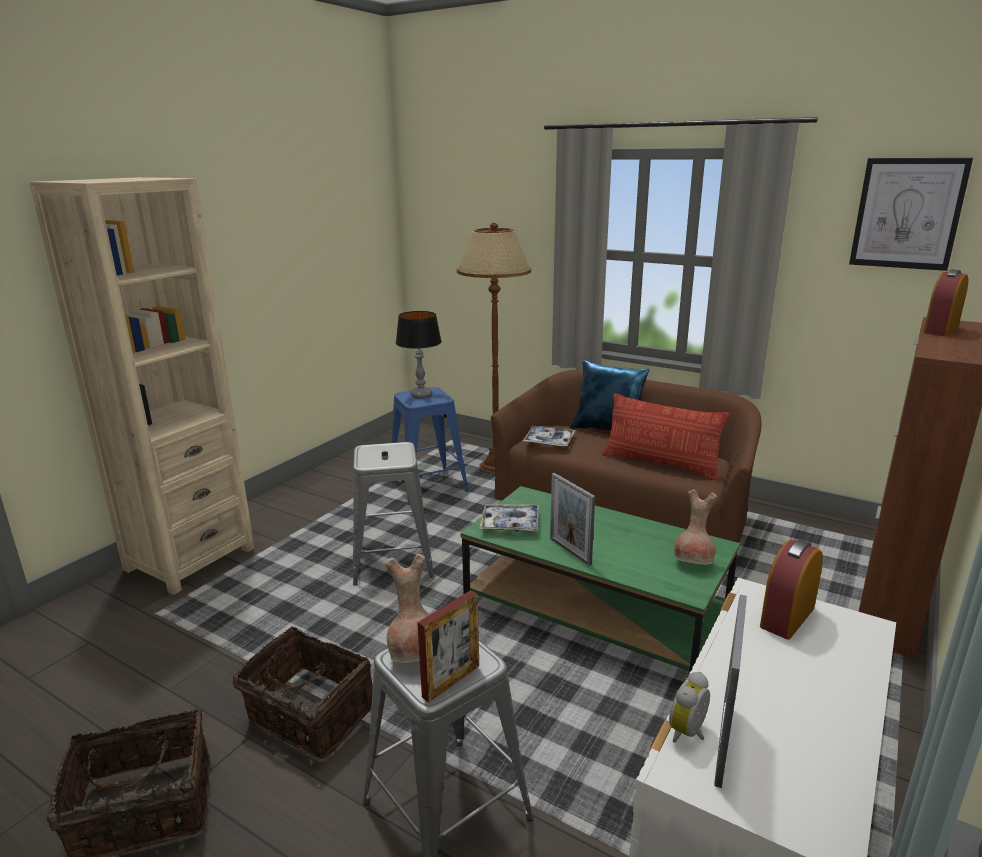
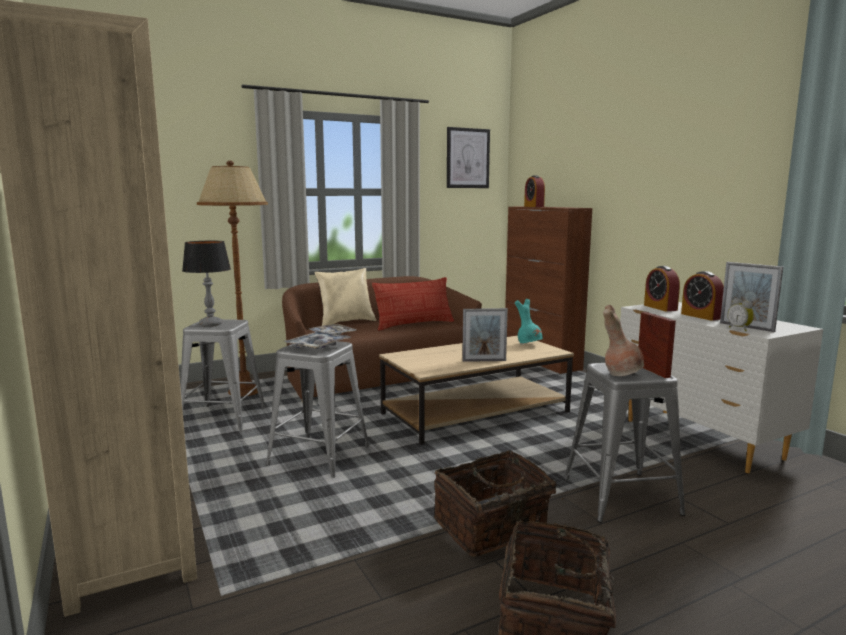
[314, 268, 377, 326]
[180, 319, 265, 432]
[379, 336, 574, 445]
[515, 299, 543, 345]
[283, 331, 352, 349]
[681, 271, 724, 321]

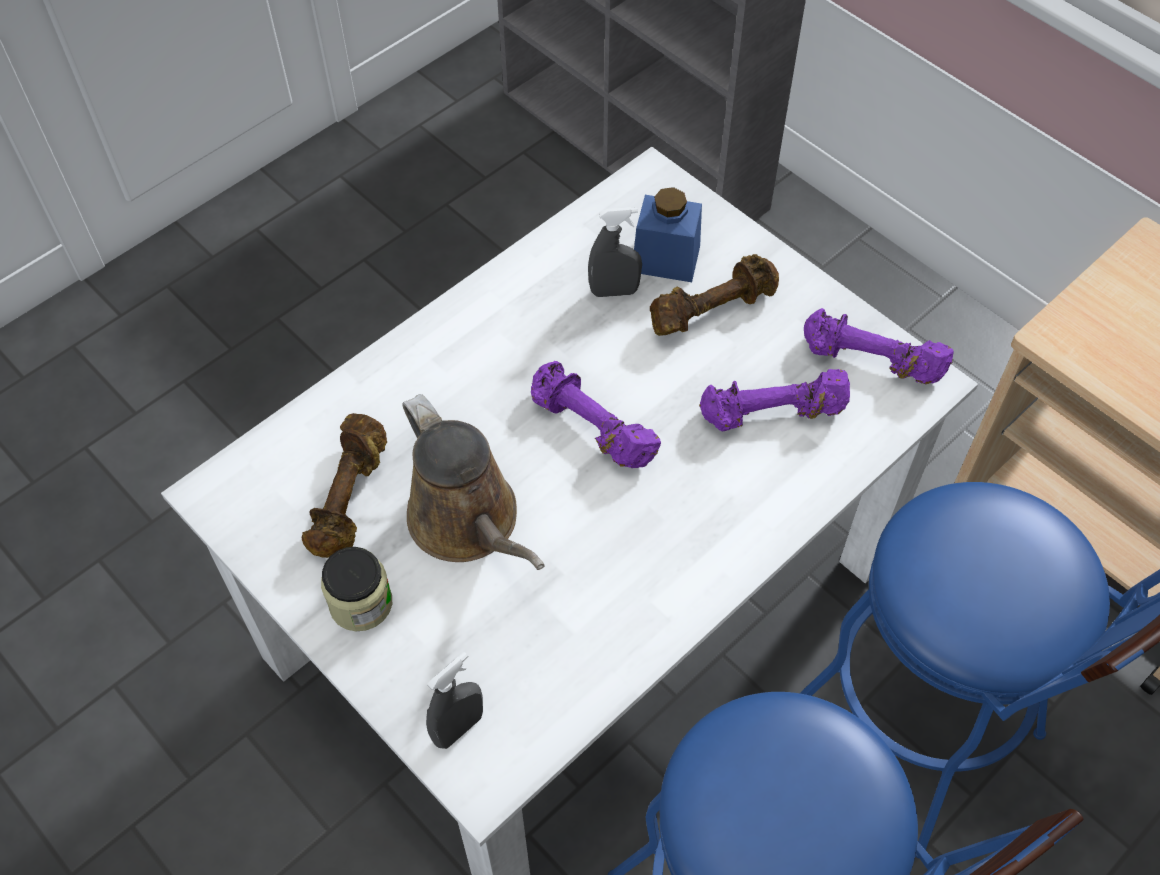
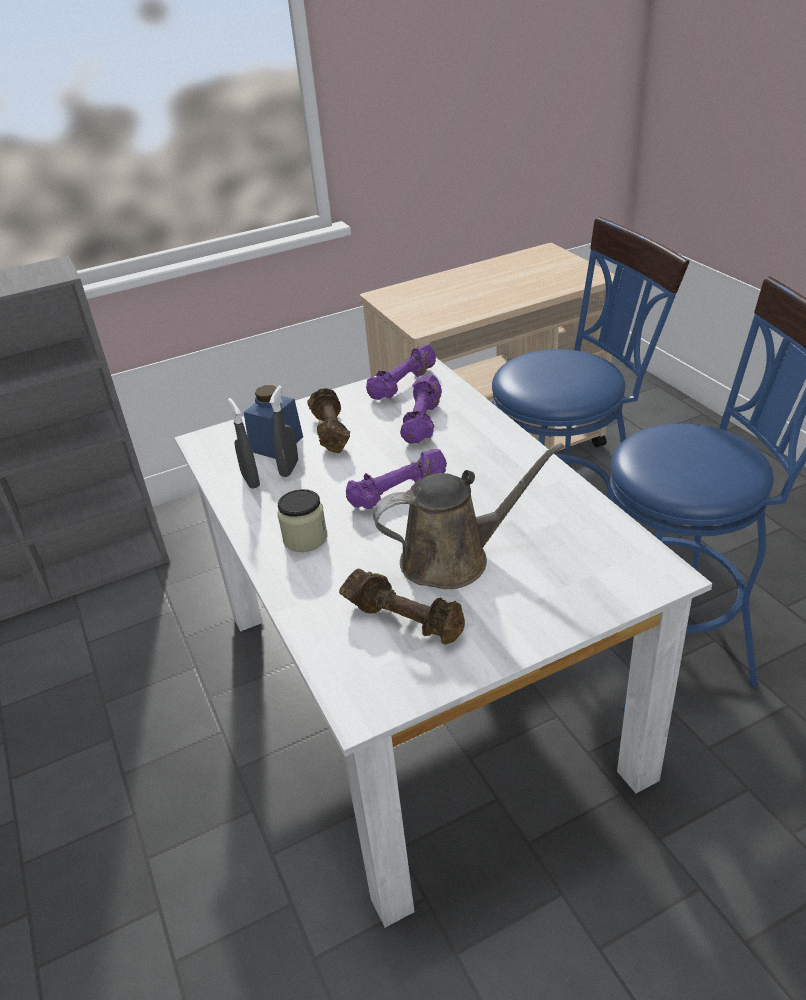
[278, 489, 327, 552]
[228, 398, 260, 489]

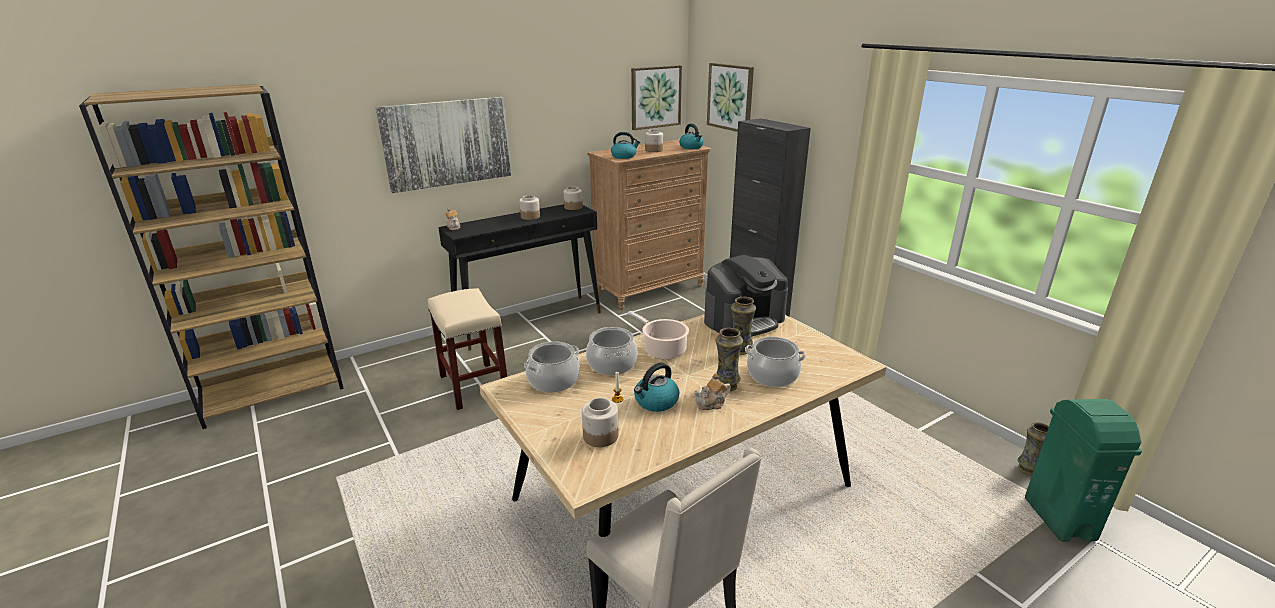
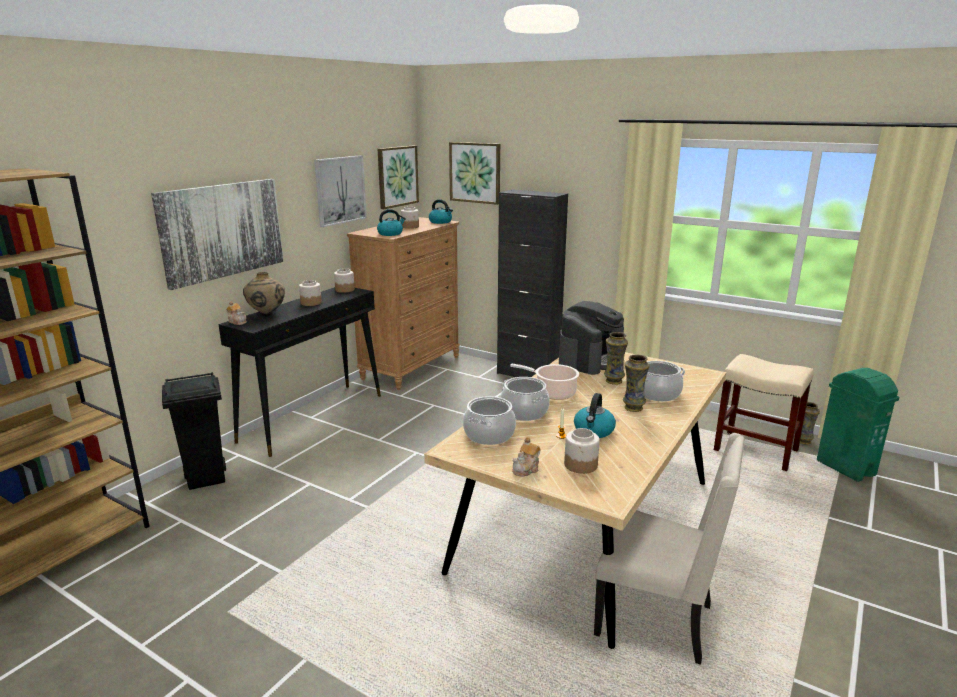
[714, 354, 814, 472]
[512, 437, 541, 477]
[314, 155, 367, 227]
[243, 272, 285, 314]
[162, 372, 226, 490]

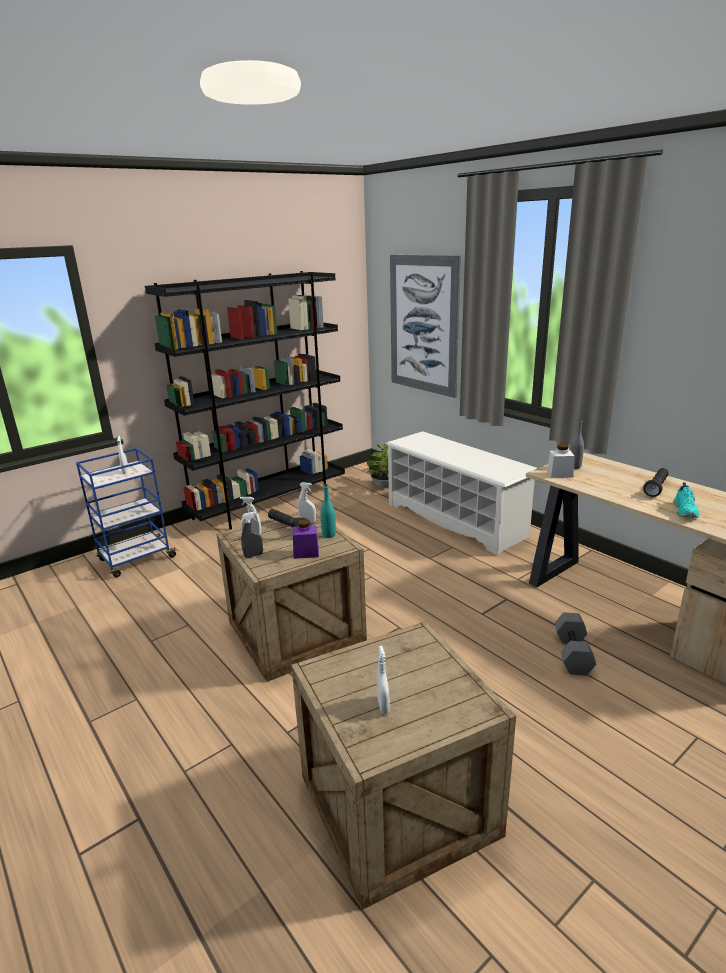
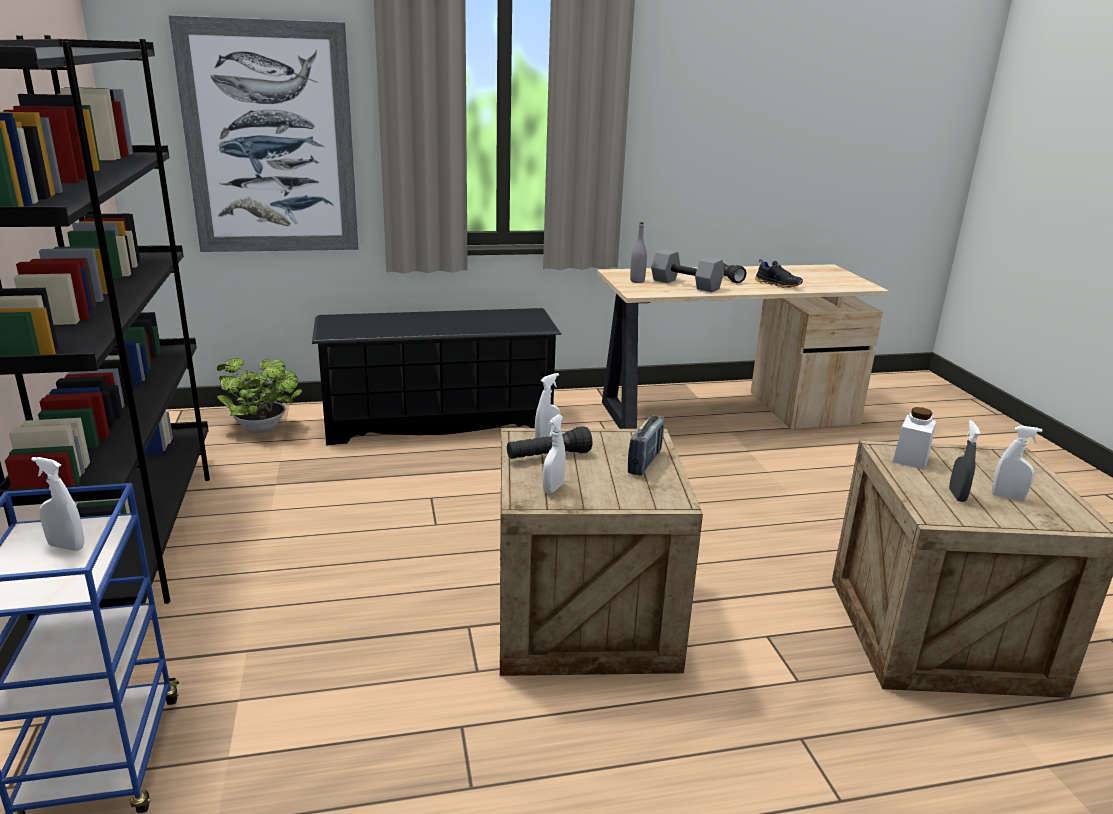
[312, 308, 561, 445]
[893, 407, 936, 470]
[755, 259, 803, 288]
[320, 484, 336, 538] (first image)
[949, 420, 980, 502]
[628, 415, 664, 476]
[651, 249, 724, 292]

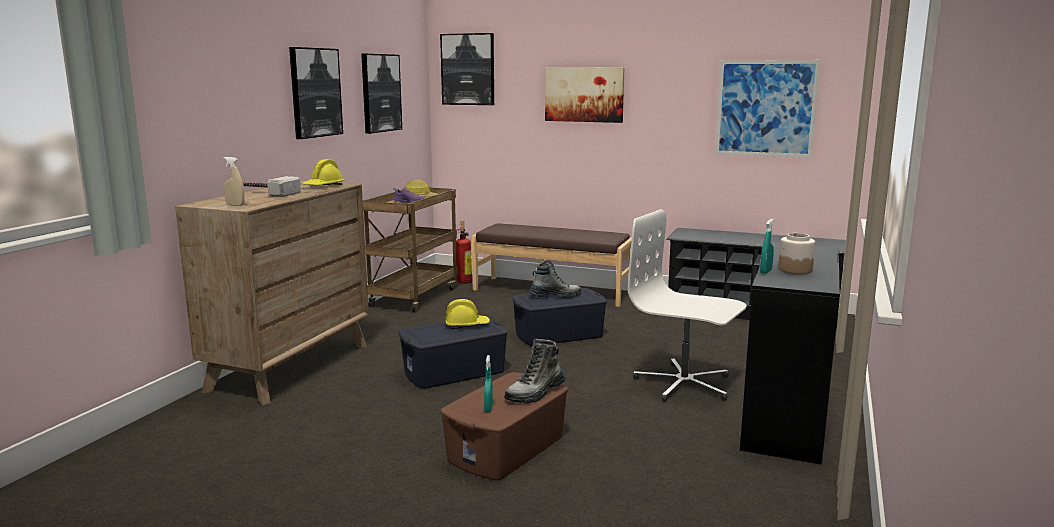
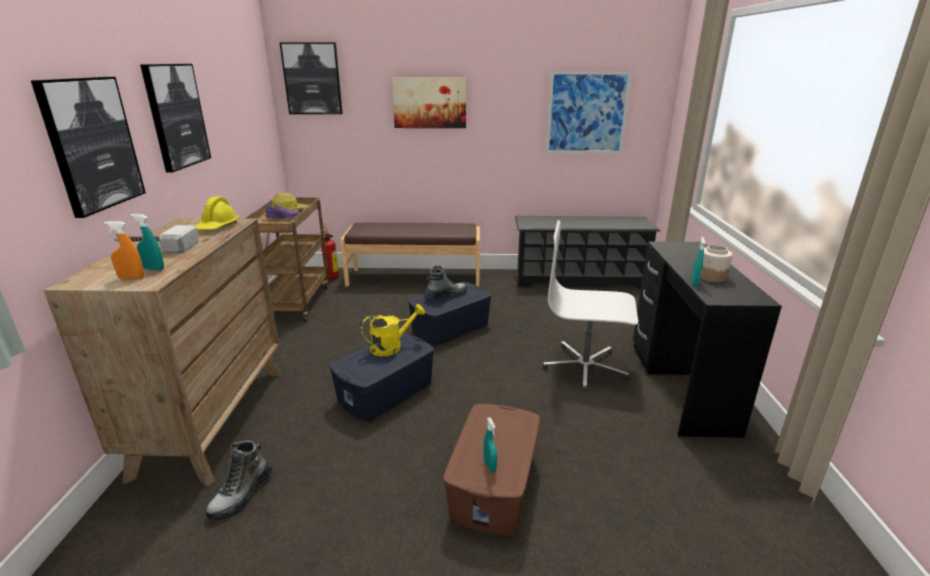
[31, 77, 146, 218]
[104, 221, 144, 279]
[361, 304, 425, 356]
[206, 440, 272, 520]
[131, 214, 164, 271]

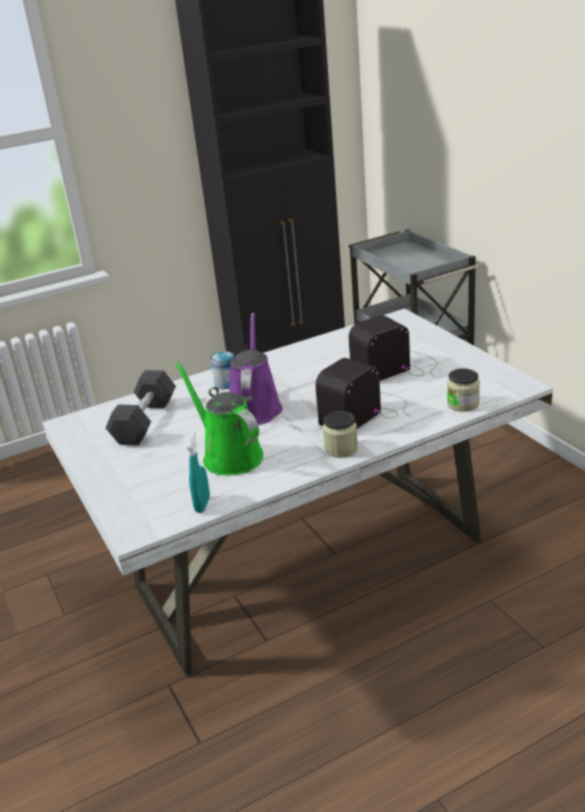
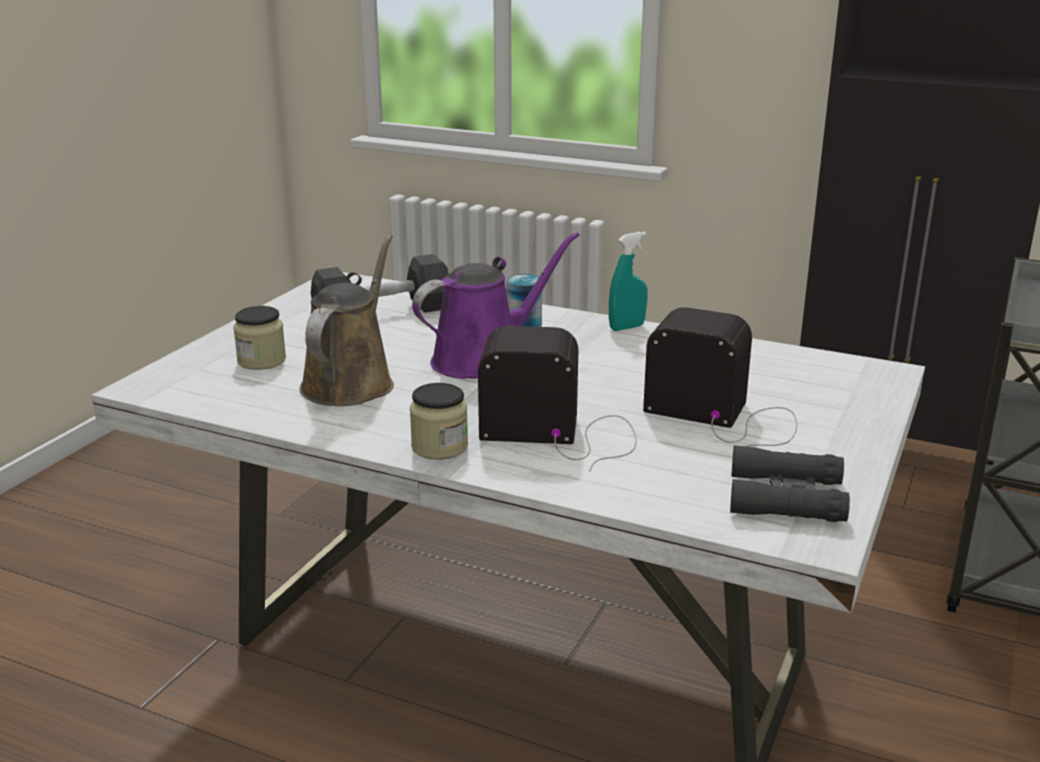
[300, 235, 394, 406]
[233, 306, 286, 370]
[609, 232, 648, 331]
[730, 445, 850, 522]

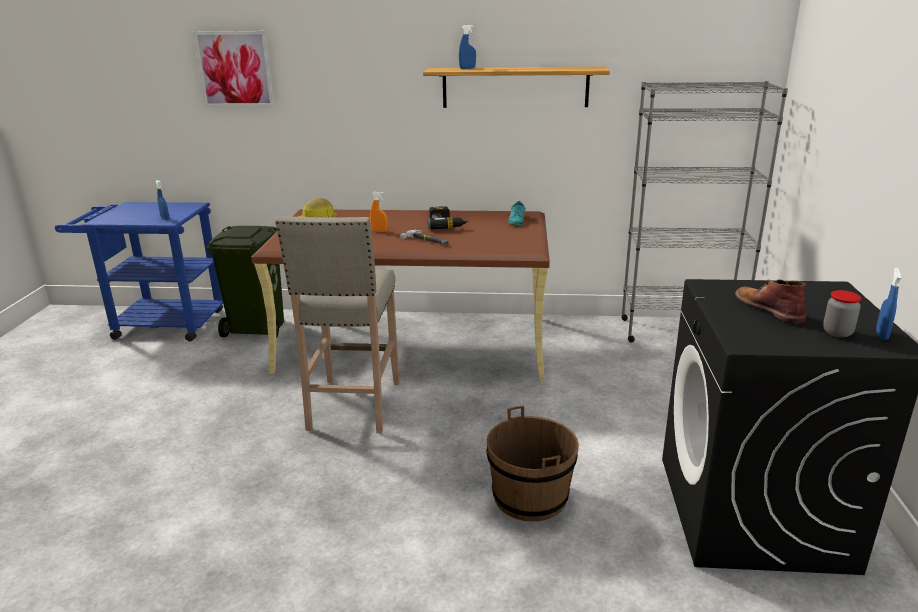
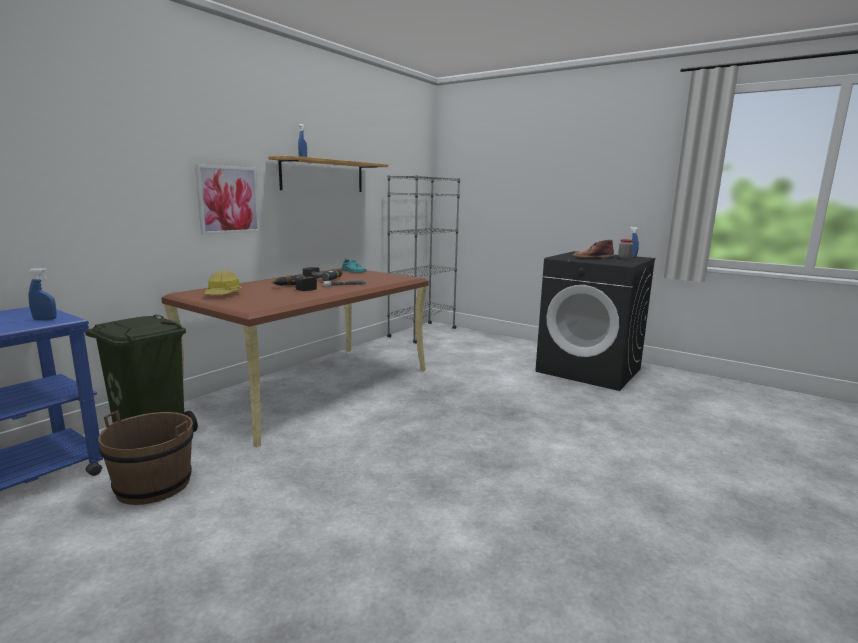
[195, 164, 260, 235]
[271, 274, 317, 291]
[275, 216, 400, 433] (first image)
[98, 411, 193, 505]

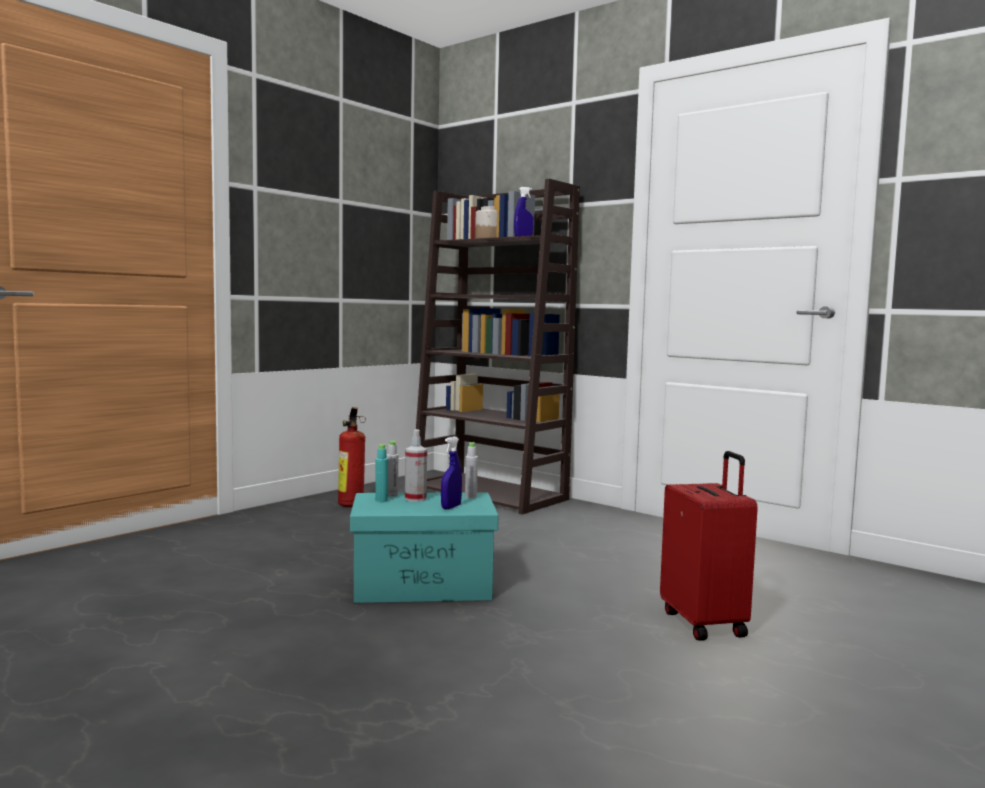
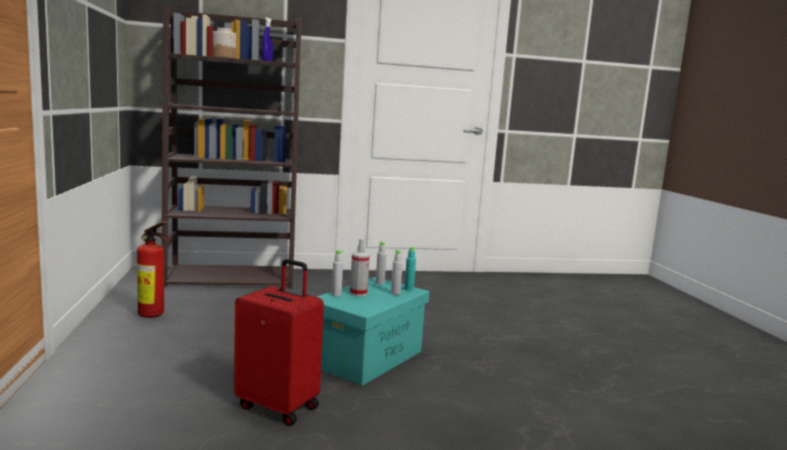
[391, 250, 403, 295]
[404, 247, 416, 291]
[234, 259, 324, 426]

